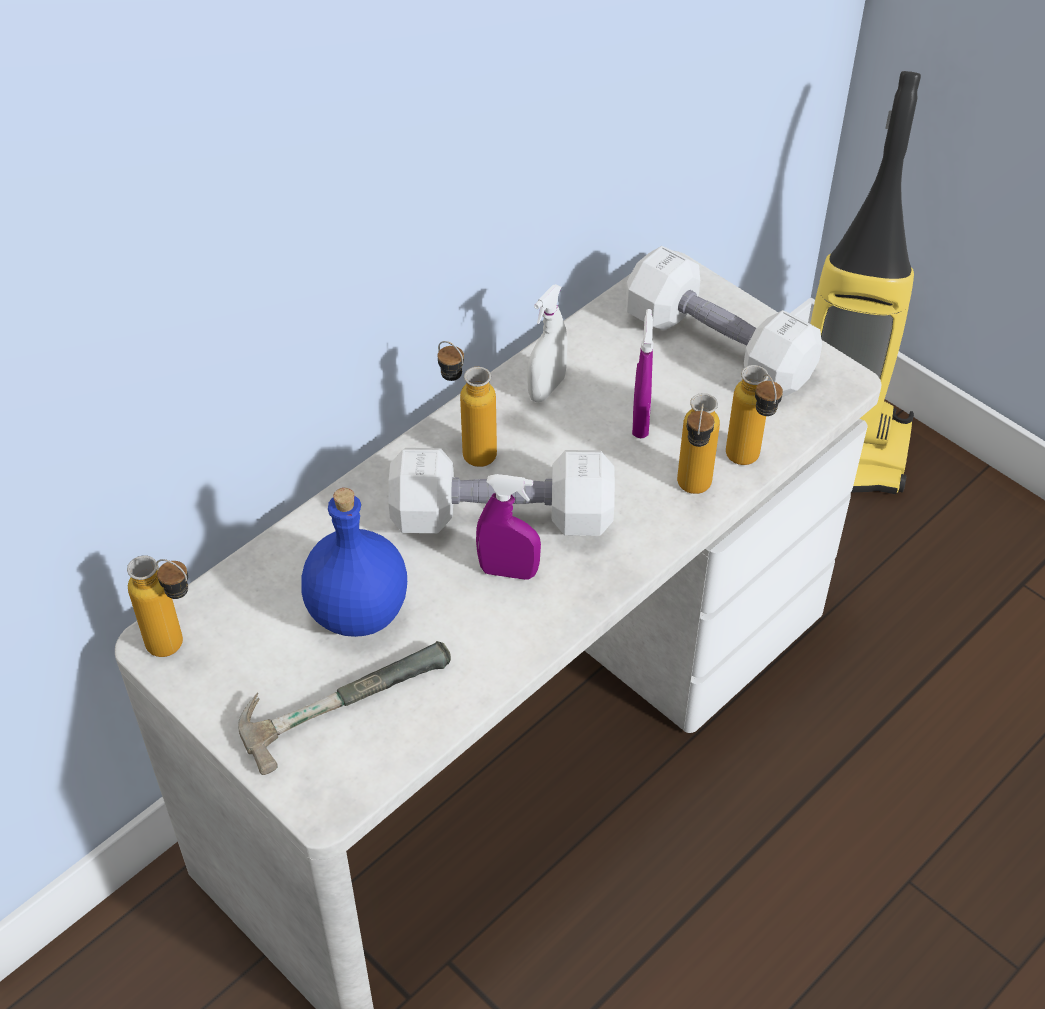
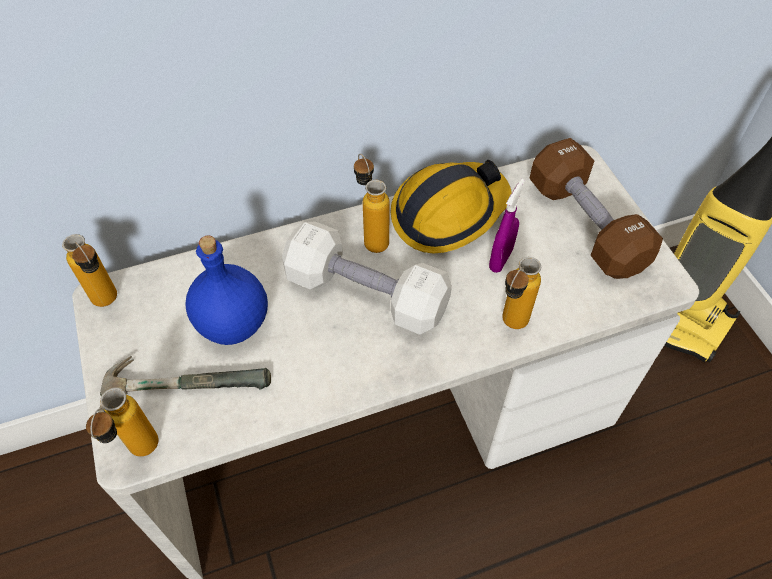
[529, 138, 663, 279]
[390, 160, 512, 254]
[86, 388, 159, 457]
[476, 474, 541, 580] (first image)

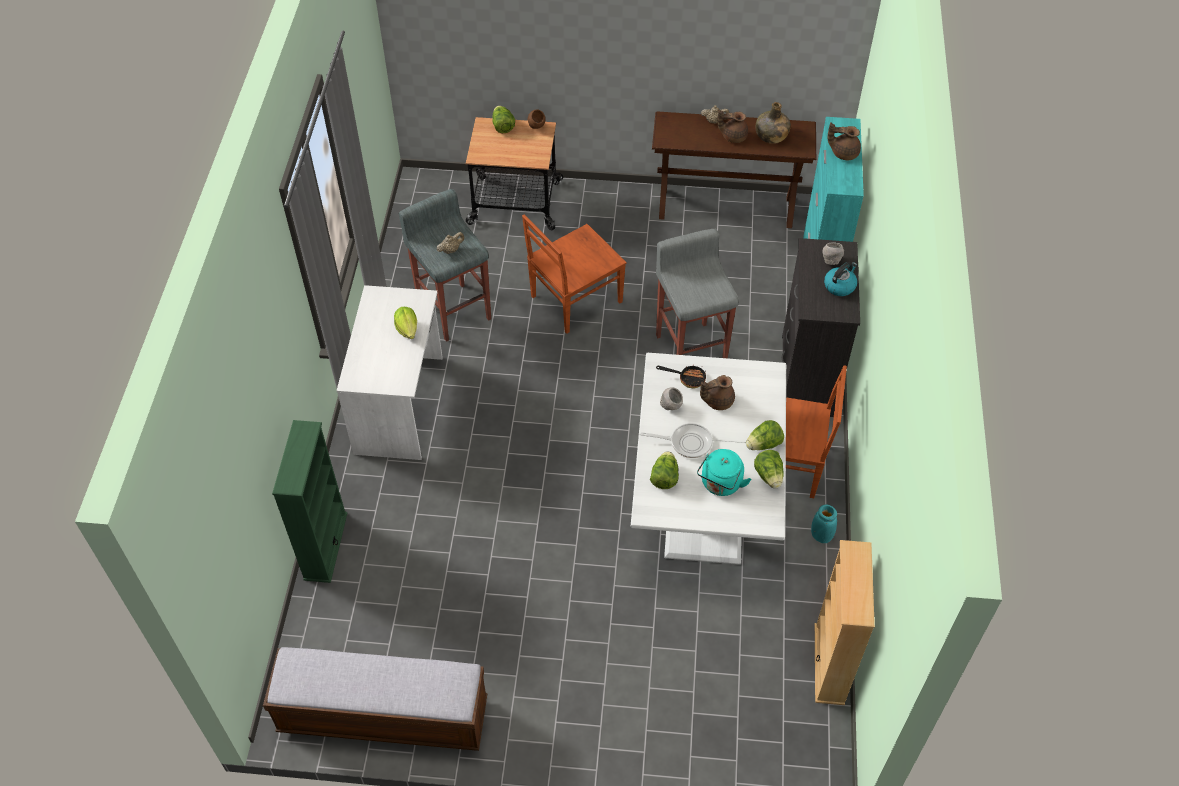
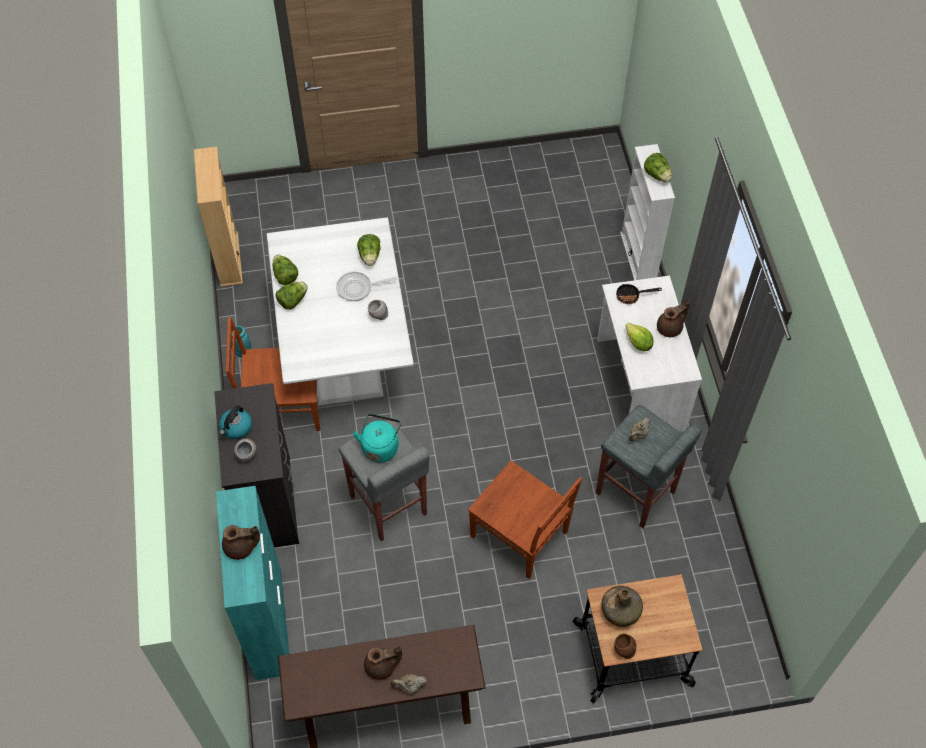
[601, 586, 643, 627]
[644, 153, 672, 182]
[468, 461, 582, 579]
[616, 283, 662, 304]
[657, 299, 690, 337]
[620, 144, 675, 280]
[353, 414, 401, 463]
[263, 647, 487, 751] (first image)

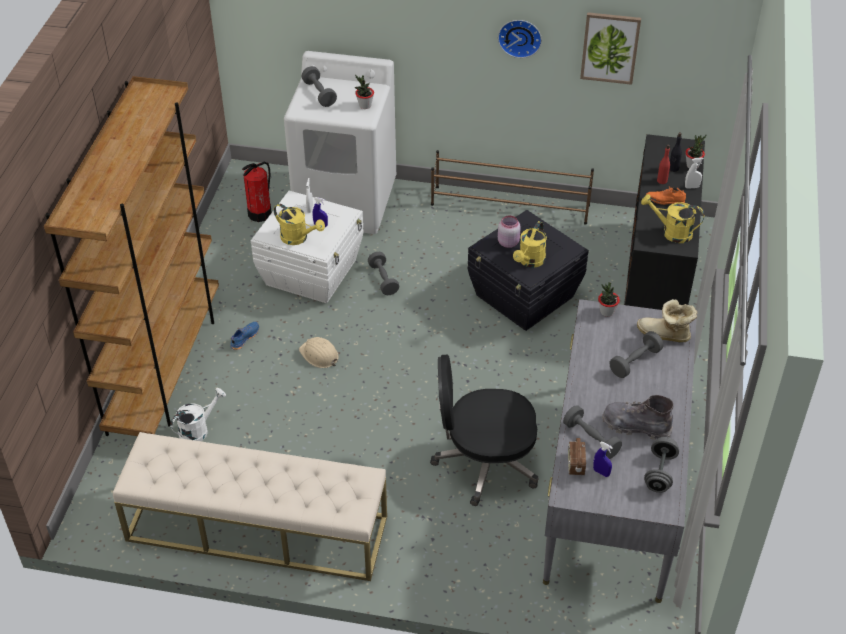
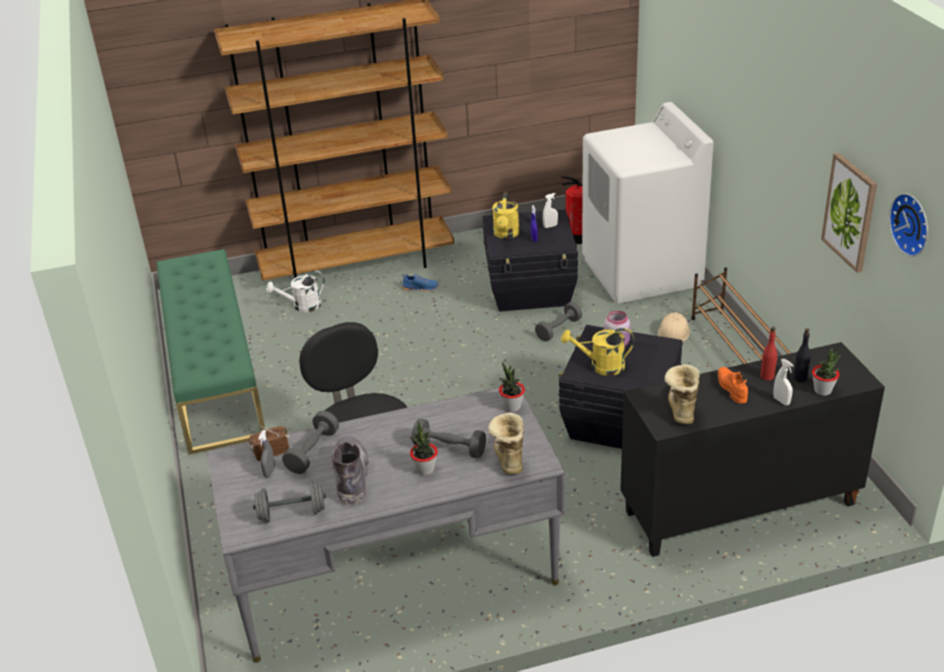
[889, 193, 928, 257]
[302, 66, 337, 107] (first image)
[410, 421, 438, 475]
[483, 209, 578, 311]
[664, 364, 700, 425]
[658, 312, 690, 342]
[266, 270, 325, 312]
[156, 249, 265, 454]
[258, 430, 275, 478]

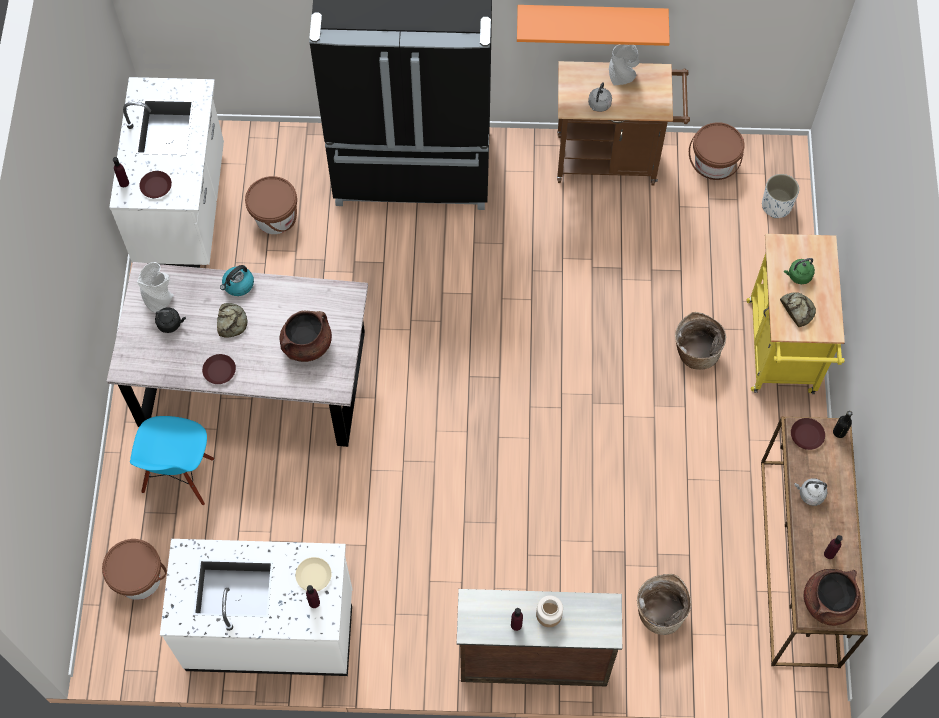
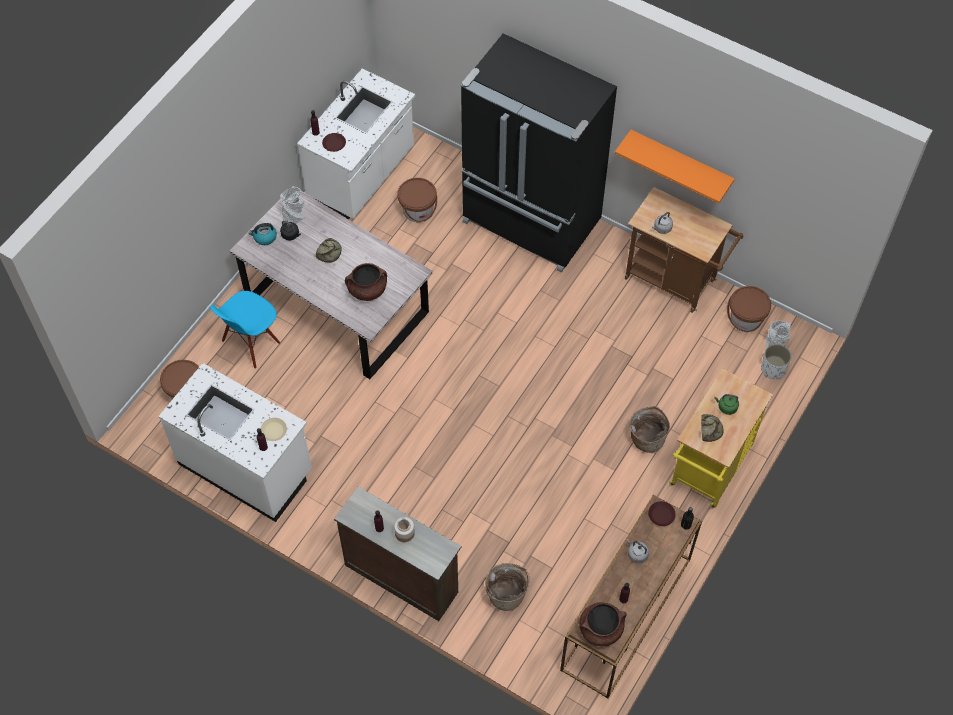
[766, 321, 791, 348]
[249, 223, 277, 245]
[202, 354, 236, 384] (first image)

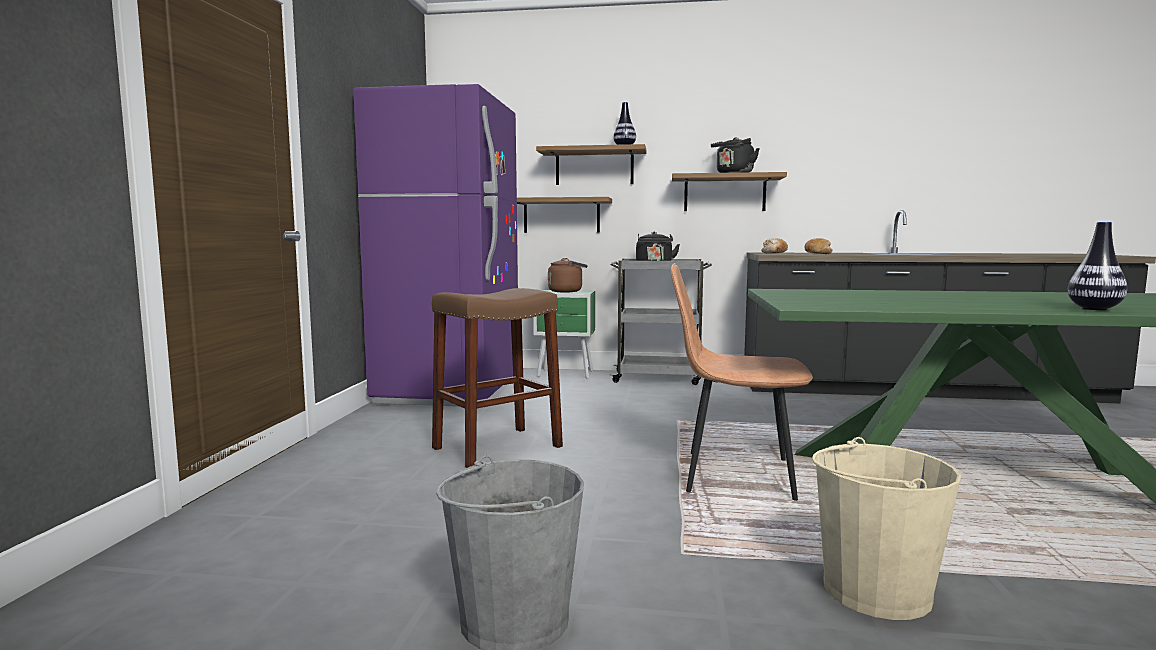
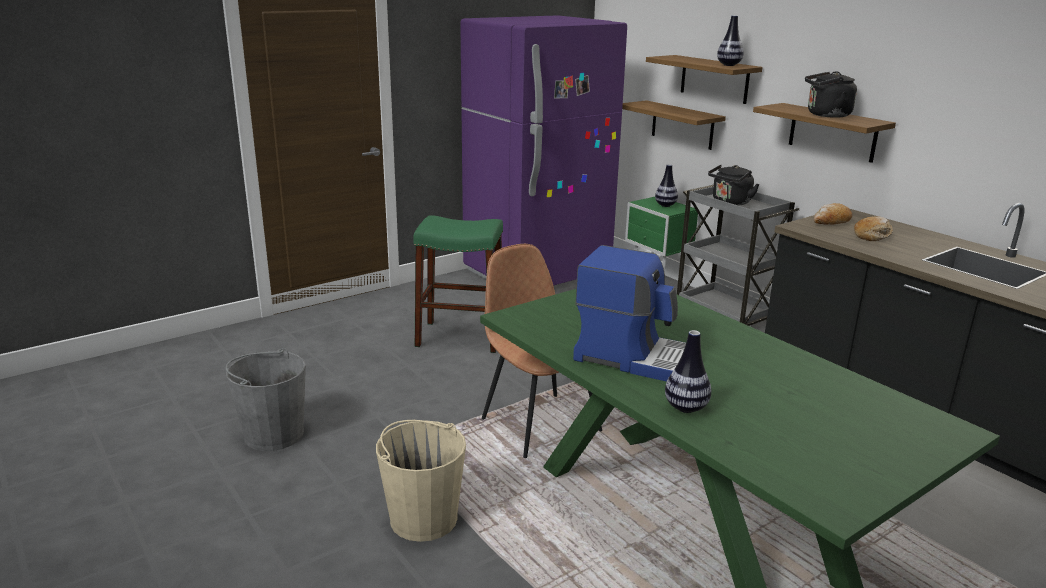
[655, 164, 678, 207]
[413, 215, 503, 353]
[573, 245, 686, 382]

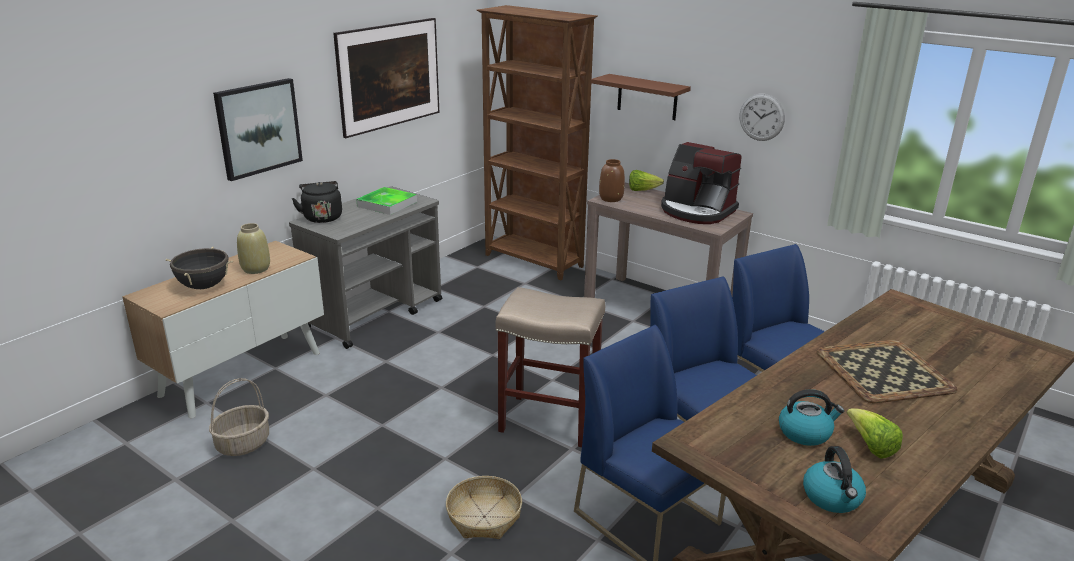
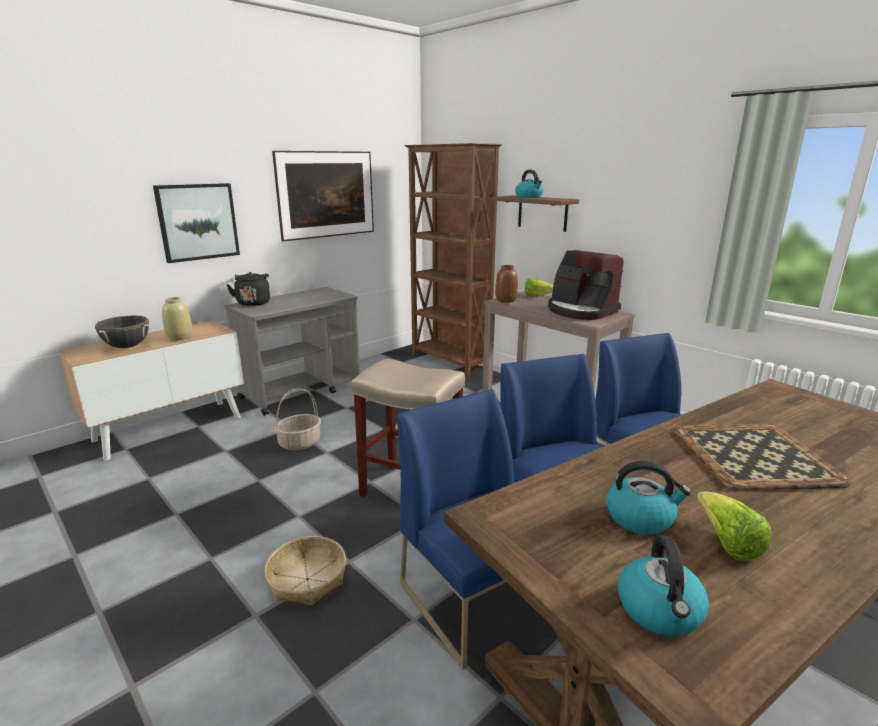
[740, 94, 785, 141] (first image)
[356, 187, 417, 215] (first image)
[274, 388, 321, 451]
[515, 170, 543, 198]

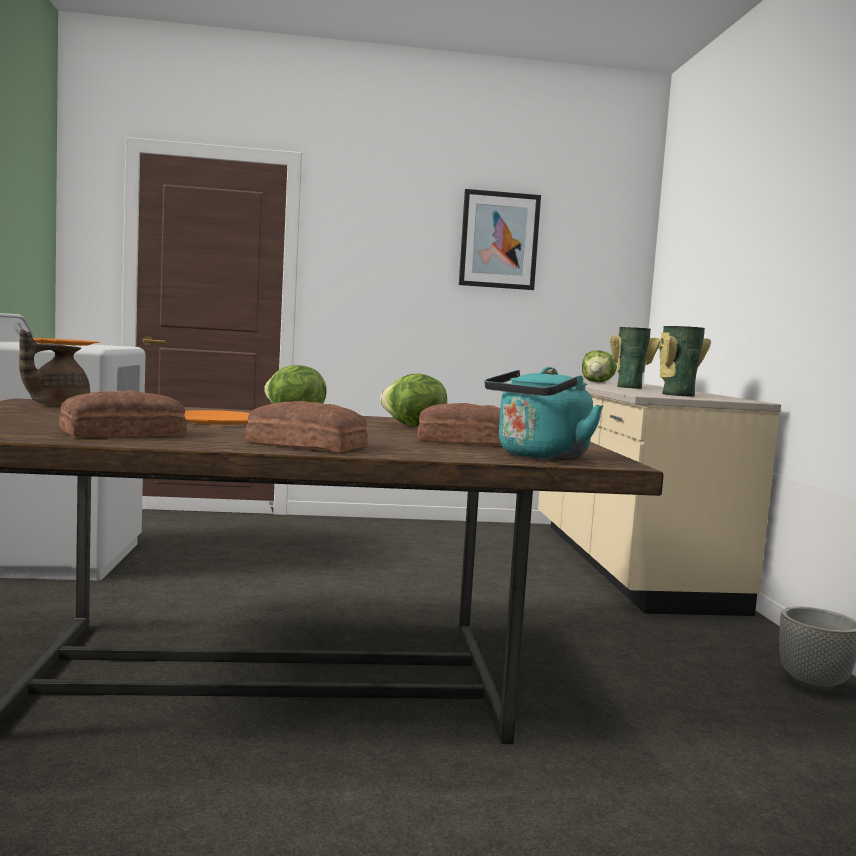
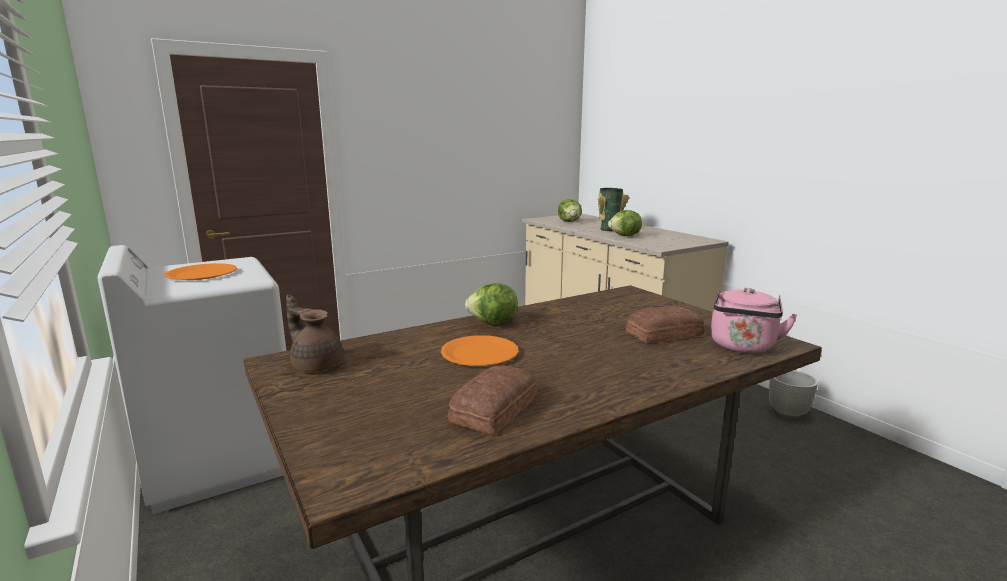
[459, 189, 541, 290] (first image)
[659, 326, 711, 397] (first image)
[286, 295, 343, 372]
[711, 288, 797, 353]
[608, 210, 642, 236]
[245, 401, 368, 452] (first image)

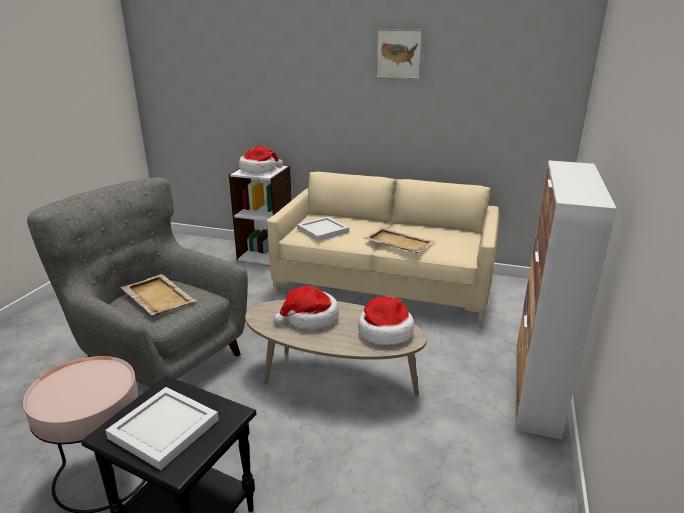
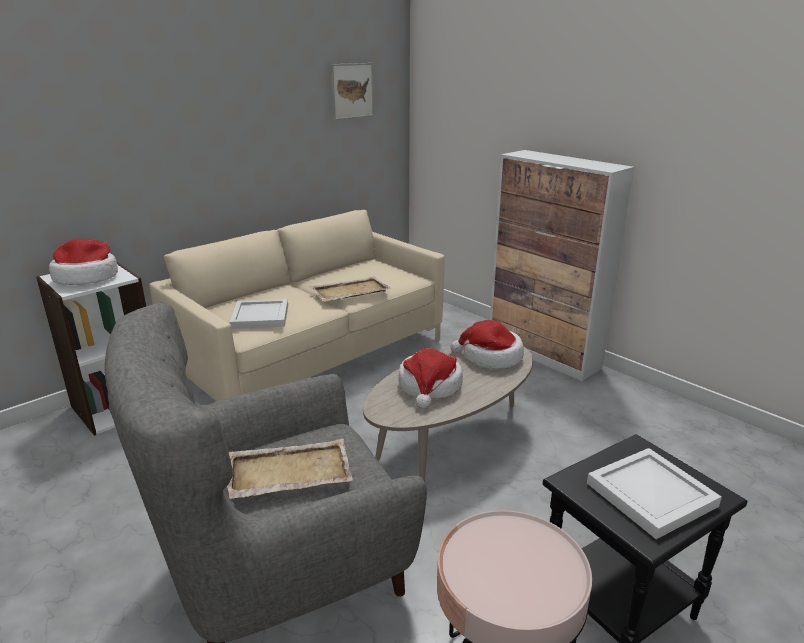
[331, 63, 374, 120]

